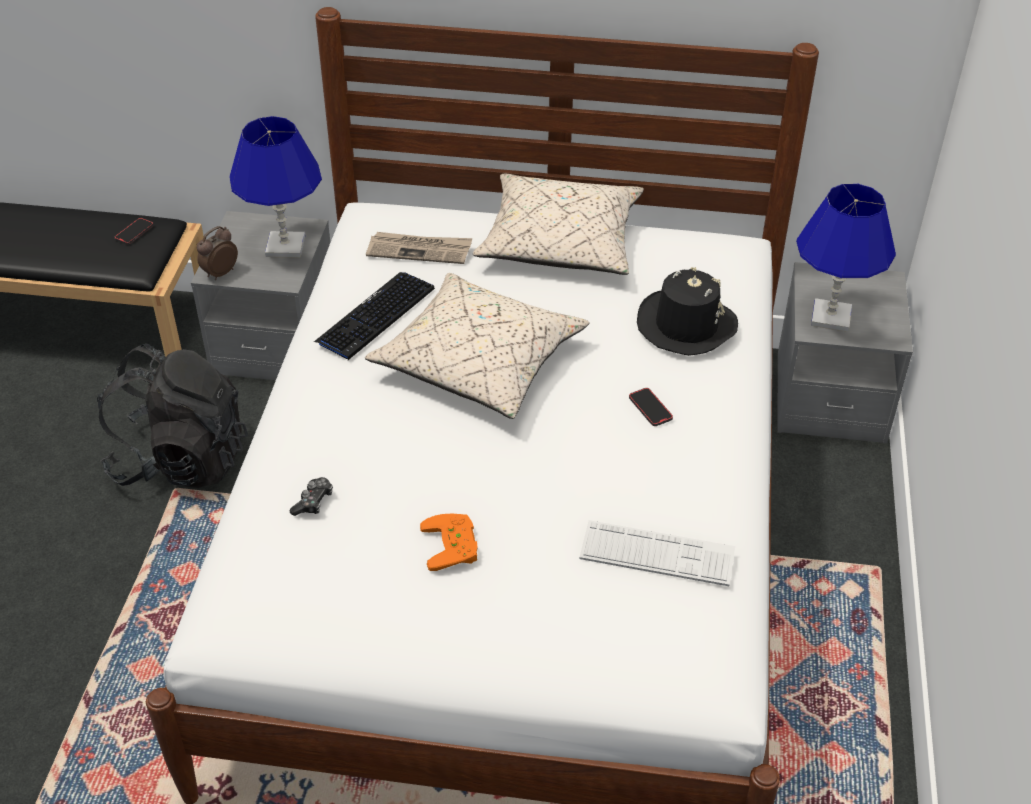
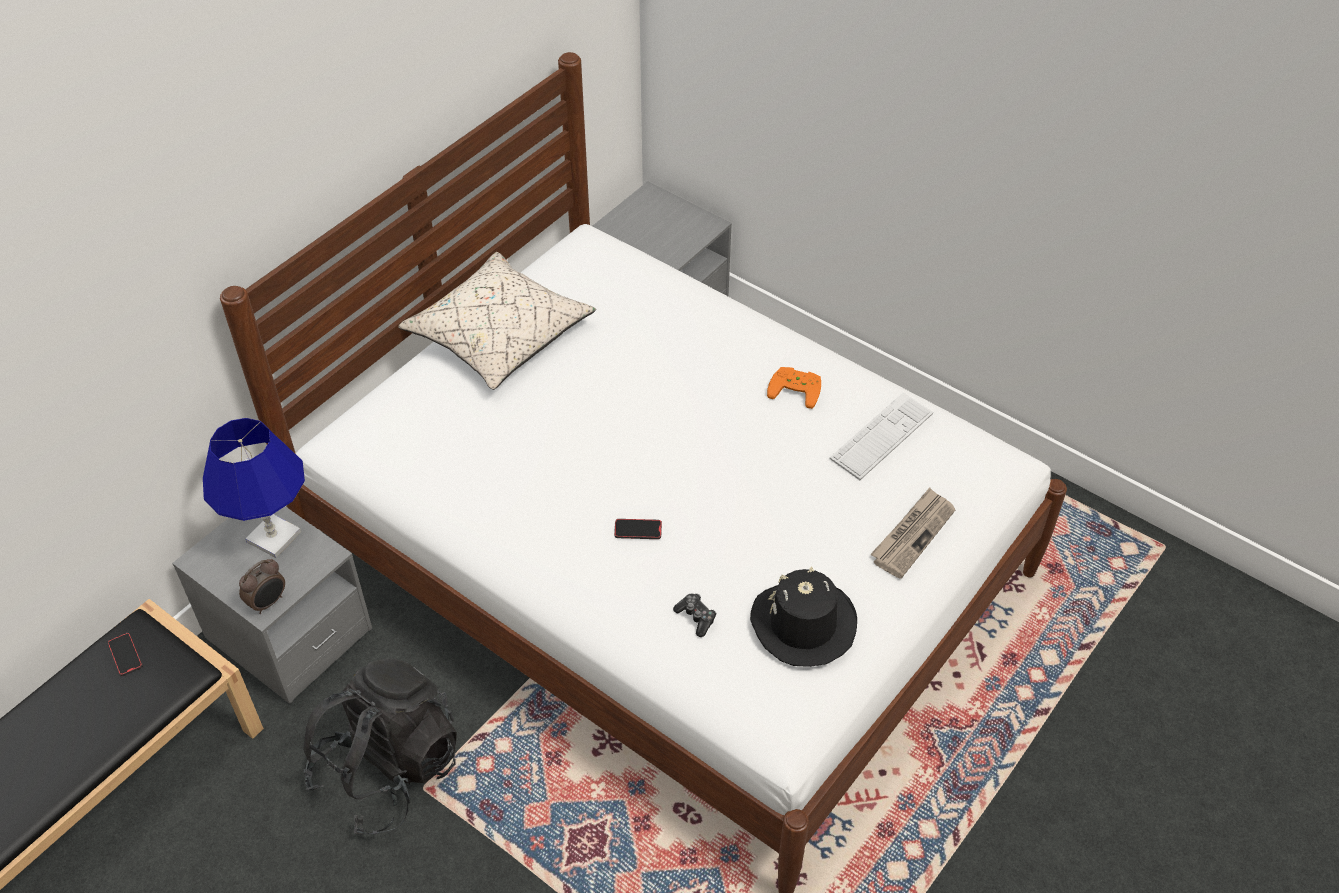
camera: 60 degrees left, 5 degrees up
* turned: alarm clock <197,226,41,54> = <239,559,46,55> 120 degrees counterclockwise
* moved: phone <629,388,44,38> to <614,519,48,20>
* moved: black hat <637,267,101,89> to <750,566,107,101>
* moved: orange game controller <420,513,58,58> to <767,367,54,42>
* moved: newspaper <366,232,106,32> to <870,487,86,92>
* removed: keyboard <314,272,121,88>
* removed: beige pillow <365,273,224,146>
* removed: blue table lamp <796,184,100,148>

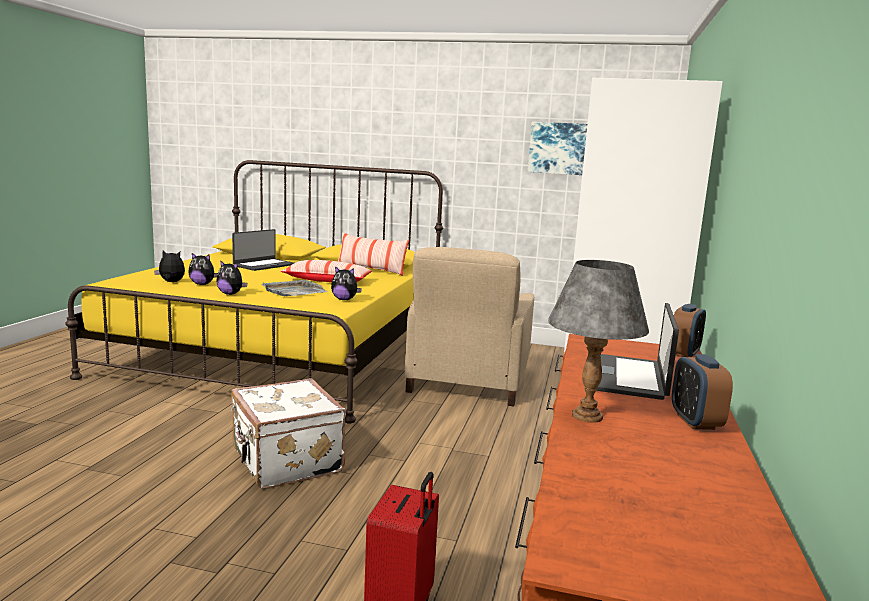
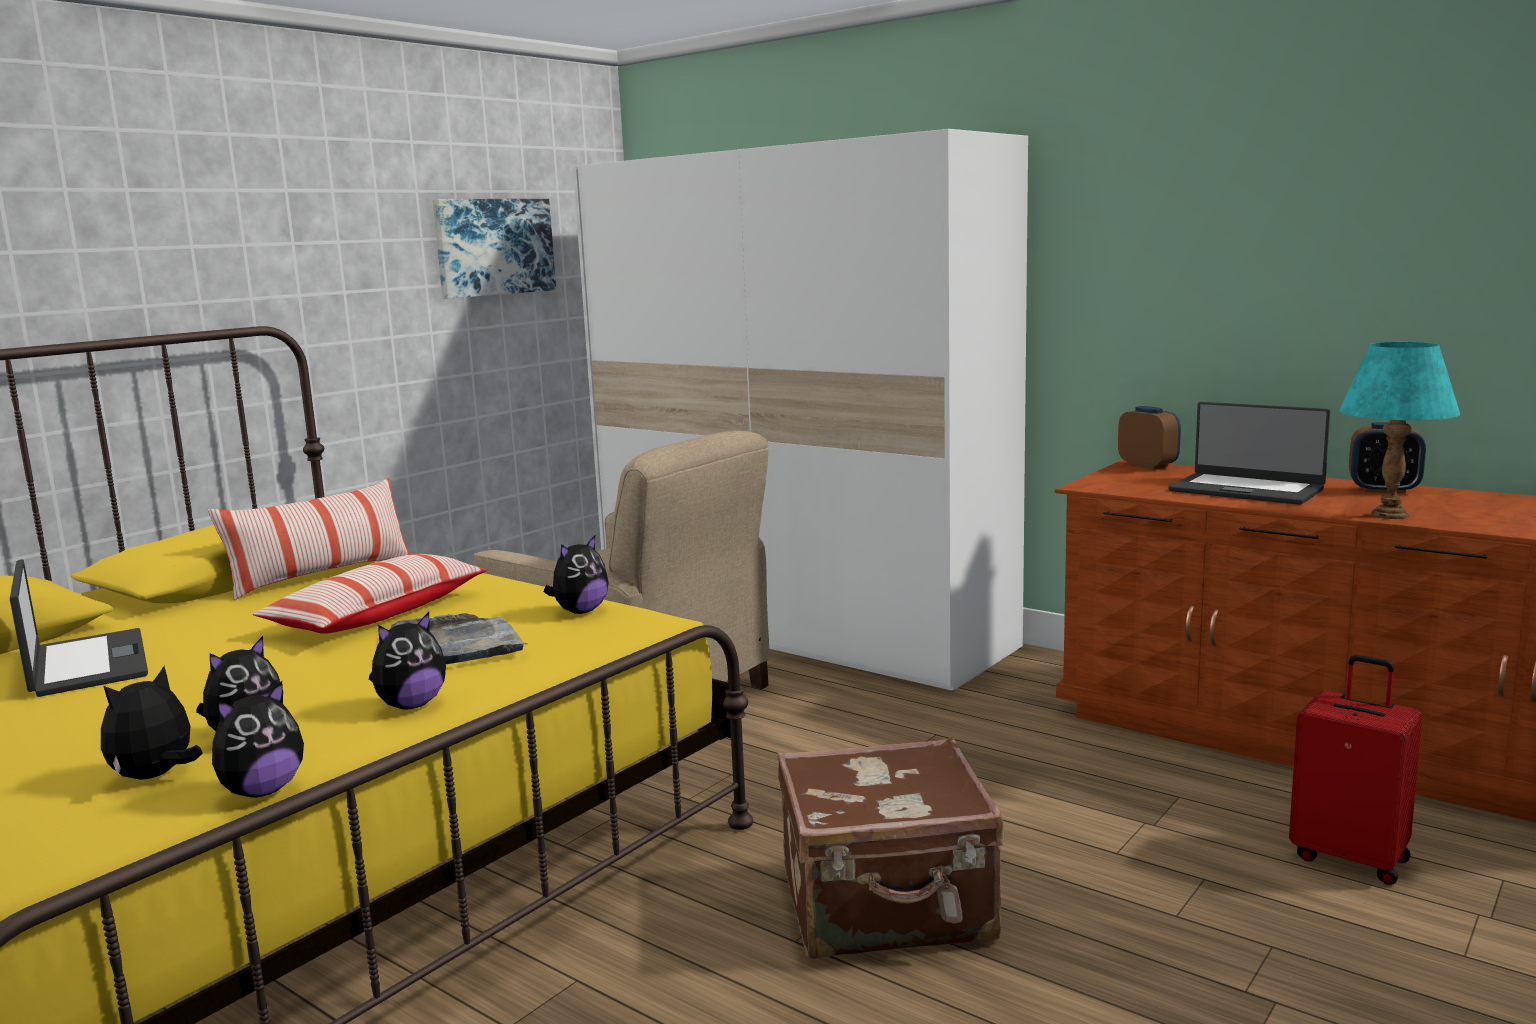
camera: 65 degrees left, 0 degrees up
* added: plush toy <212,681,92,116>
* recoloured: white suitcase <230,378,116,111> to brown suitcase <777,737,227,222>
* recoloured: grey table lamp <548,260,101,163> to turquoise table lamp <1339,342,121,177>

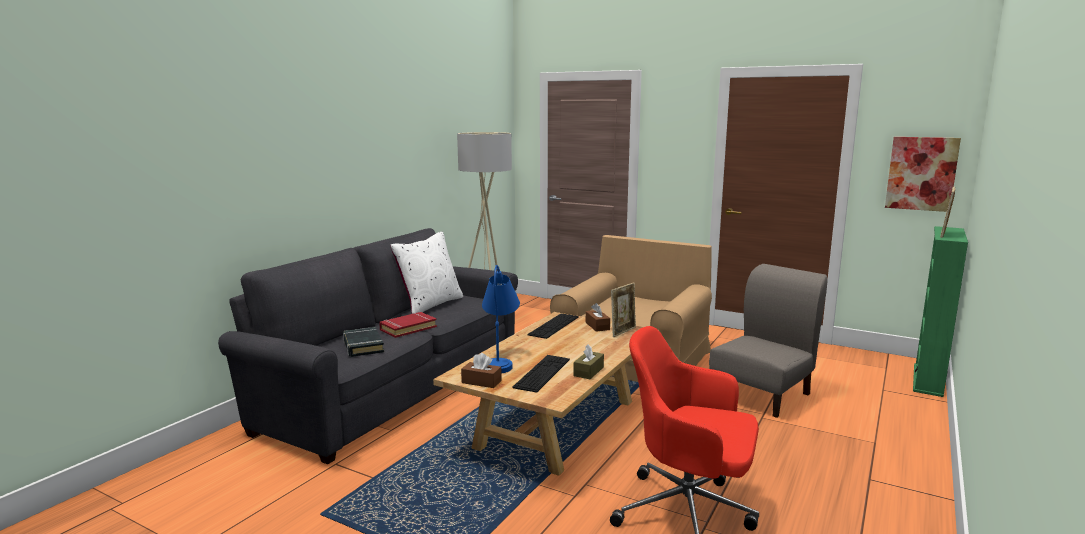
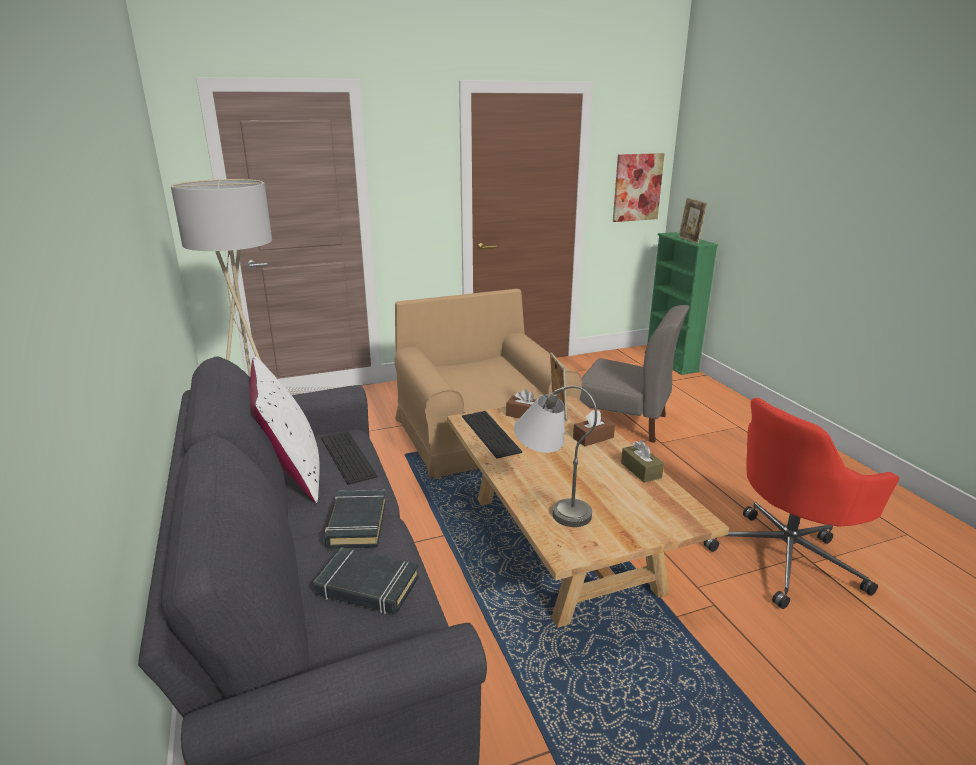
camera: 50 degrees left, 10 degrees up
* moved: keyboard <513,355,57,38> to <321,431,57,54>
* recoloured: red book <379,312,58,26> to black book <324,490,62,59>
* recoloured: blue table lamp <482,265,38,109> to grey table lamp <514,385,83,142>
* moved: brown tissue box <461,353,41,35> to <573,410,42,36>
* turned: grey chair <709,264,118,154> = <580,305,109,138> 120 degrees clockwise

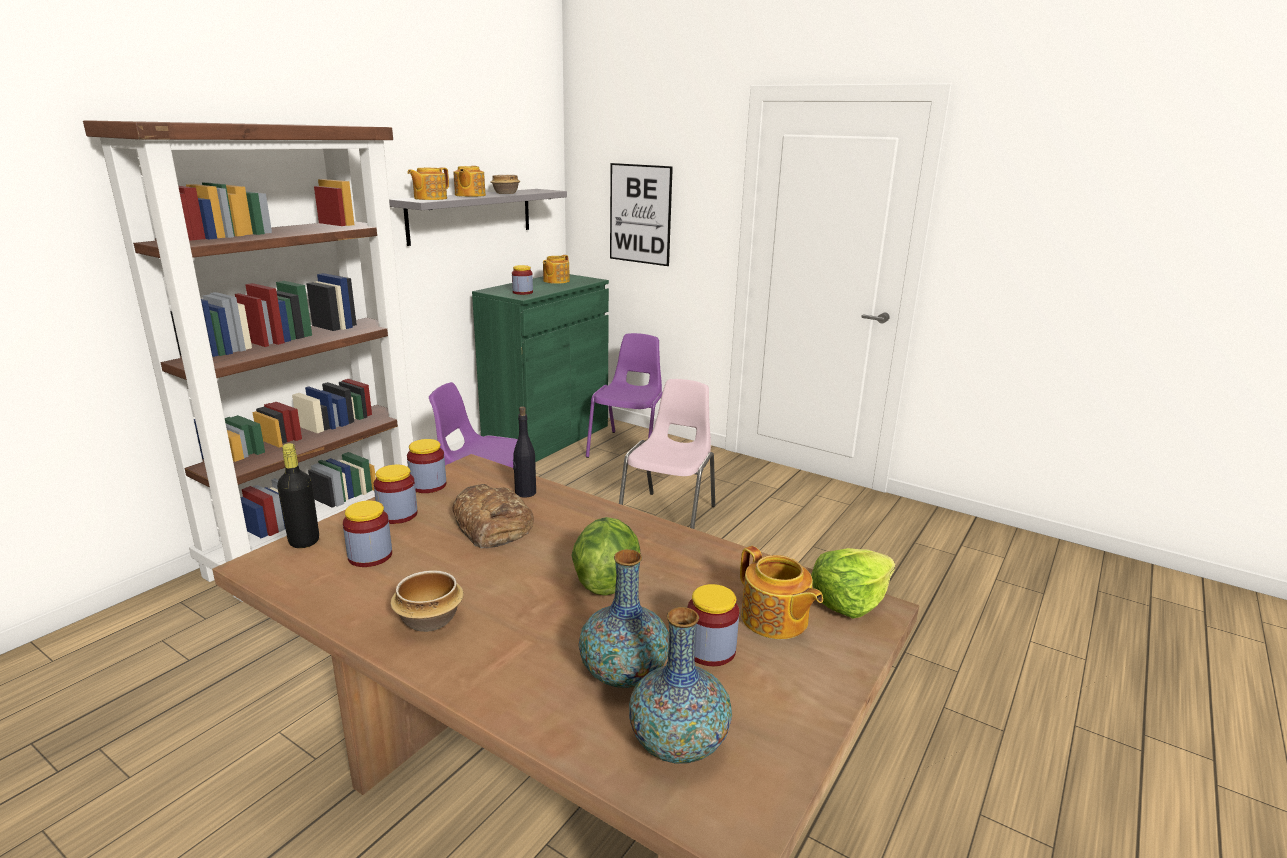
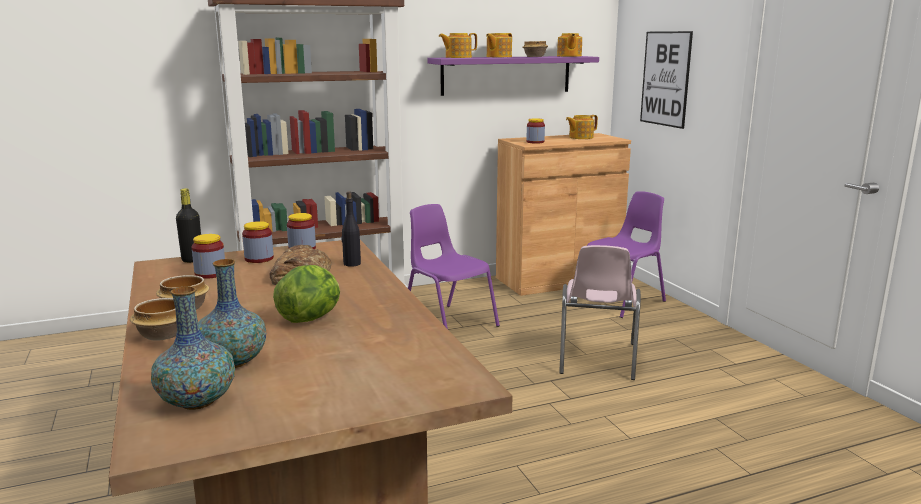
camera: 35 degrees right, 5 degrees down
* added: bowl <130,298,47,43>
* recoloured: grey shelf <389,189,178,57> to purple shelf <427,56,172,40>
* recoloured: green cabinet <472,274,137,188> to brown cabinet <496,133,135,163>
* moved: teapot <740,546,83,93> to <557,33,25,24>
* turned: pink chair <619,379,96,150> = <559,245,82,135> 135 degrees clockwise
* removed: jar <688,584,51,82>
* removed: lettuce <811,548,84,71>

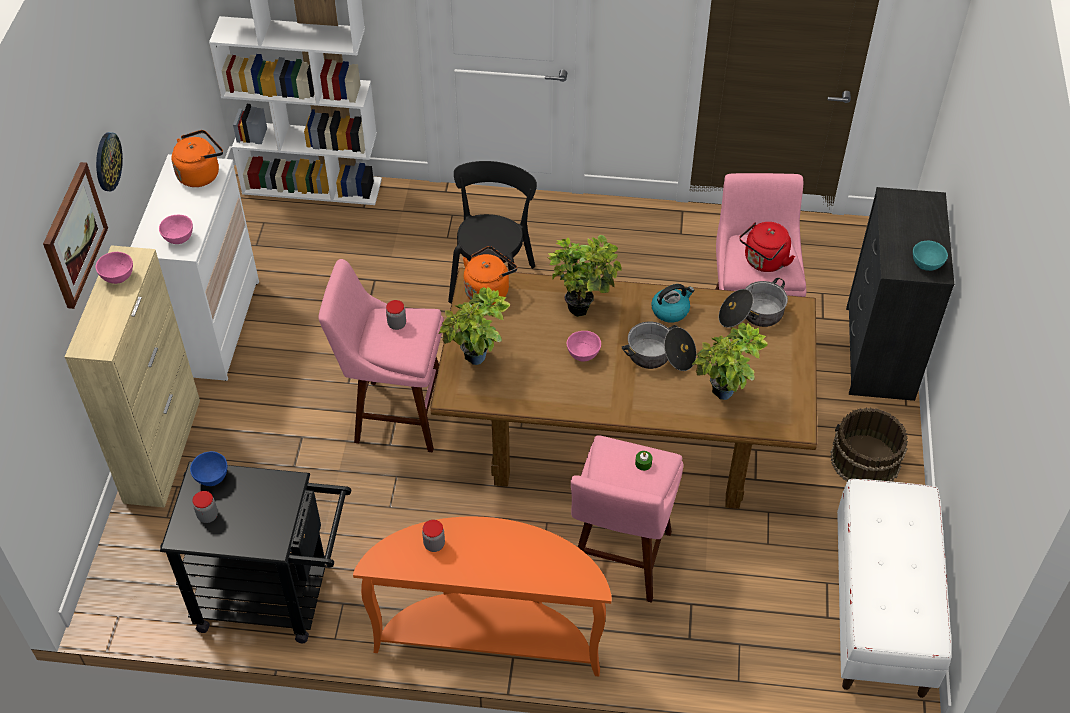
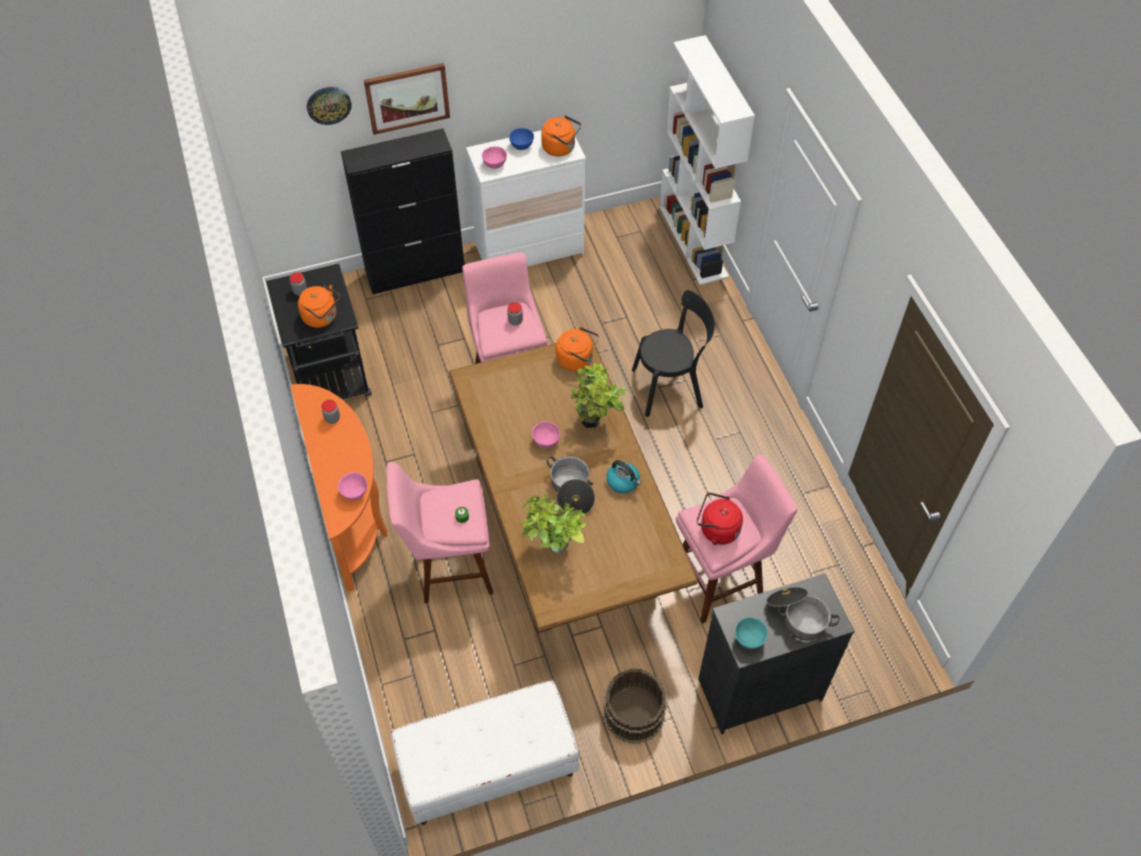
camera: 65 degrees right, 5 degrees up
* added: orange kettle <298,285,43,43>
* moved: wall clock <96,132,27,59> to <307,87,45,38>
* moved: pink bowl <96,252,37,32> to <338,472,29,28>
* recoloured: beige cabinet <65,245,135,263> to black cabinet <341,128,123,166>
* moved: blue bowl <190,451,37,35> to <509,128,25,22>
* moved: cooking pot <719,278,69,50> to <766,587,73,54>
* removed: potted plant <438,287,72,78>

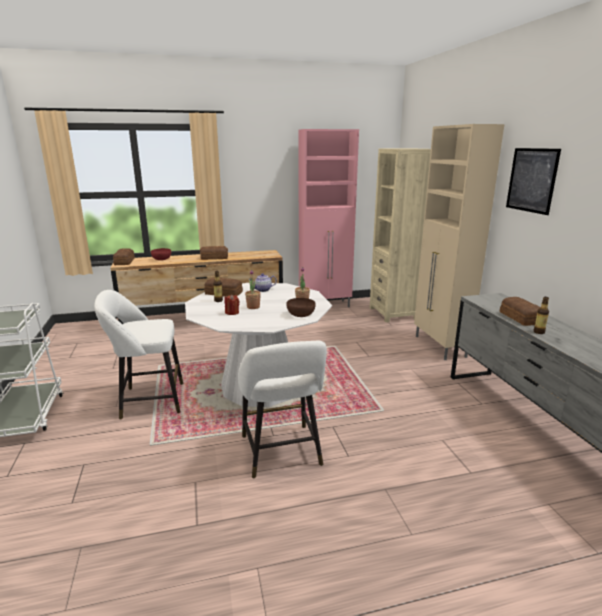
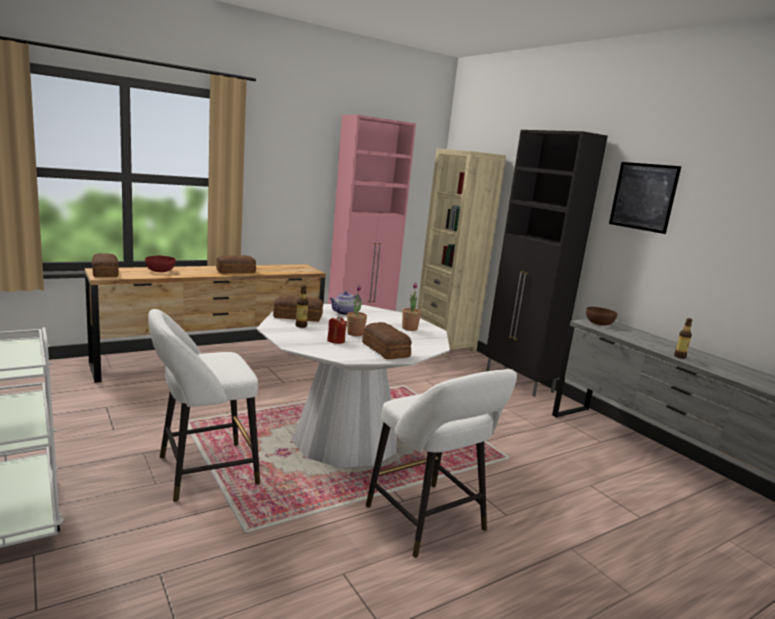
camera: 20 degrees left, 5 degrees down
* moved: bread <500,297,41,29> to <362,322,50,38>
* recoloured: beige cabinet <414,124,90,236> to black cabinet <485,130,123,267>
* moved: brown bowl <286,298,30,19> to <586,307,31,19>

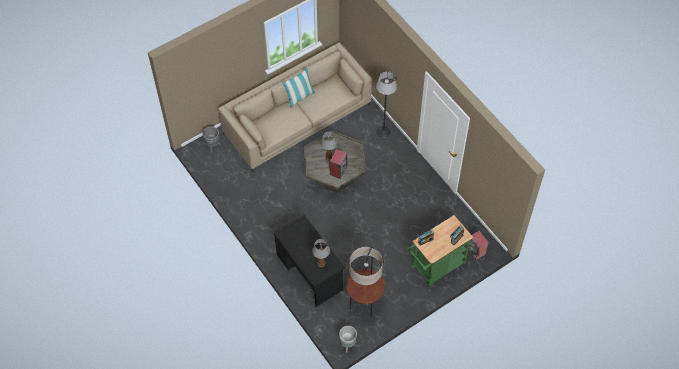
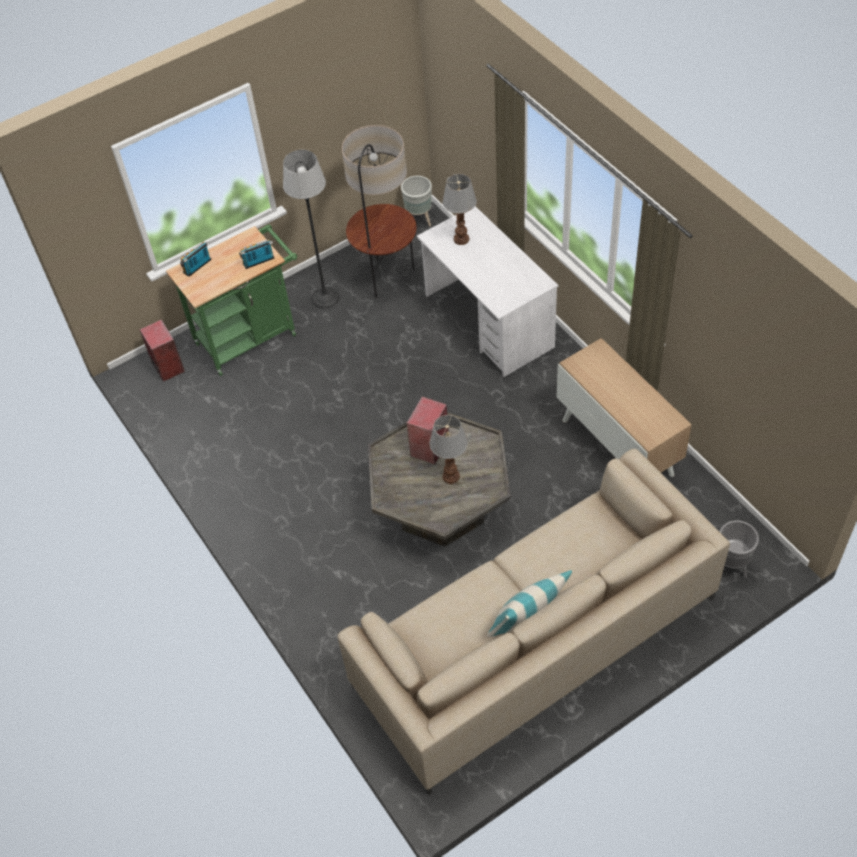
camera: 175 degrees left, 5 degrees down
* moved: floor lamp <376,71,21,67> to <283,150,56,159>
* recoloured: black desk <274,215,71,92> to white desk <417,206,141,171>
* added: cabinet <556,338,136,139>

